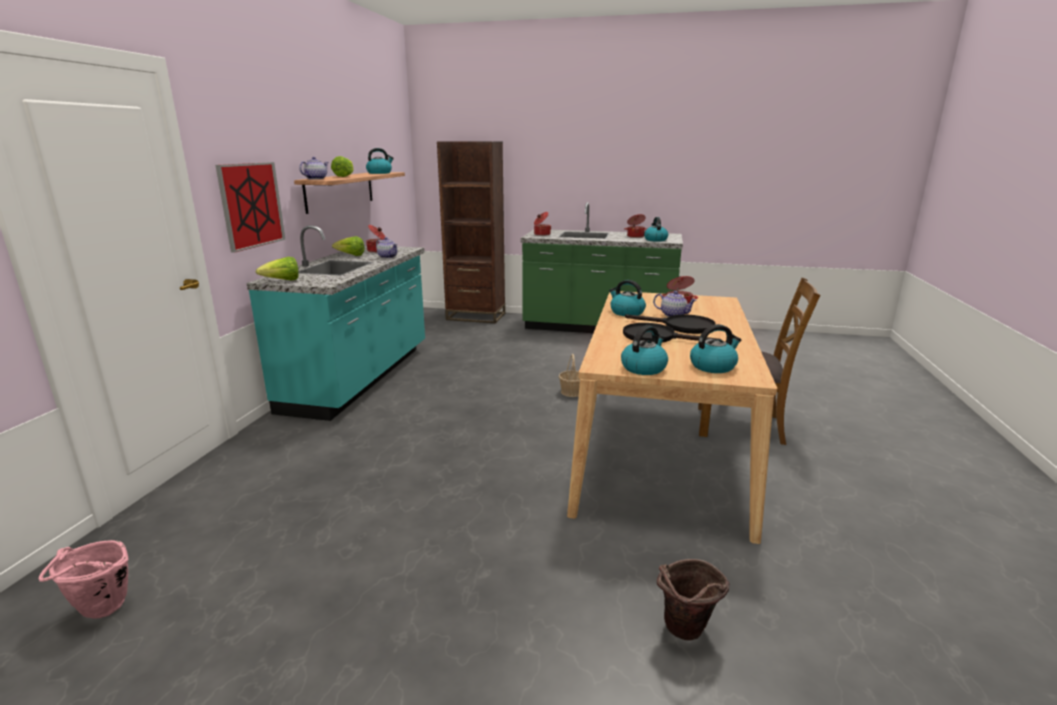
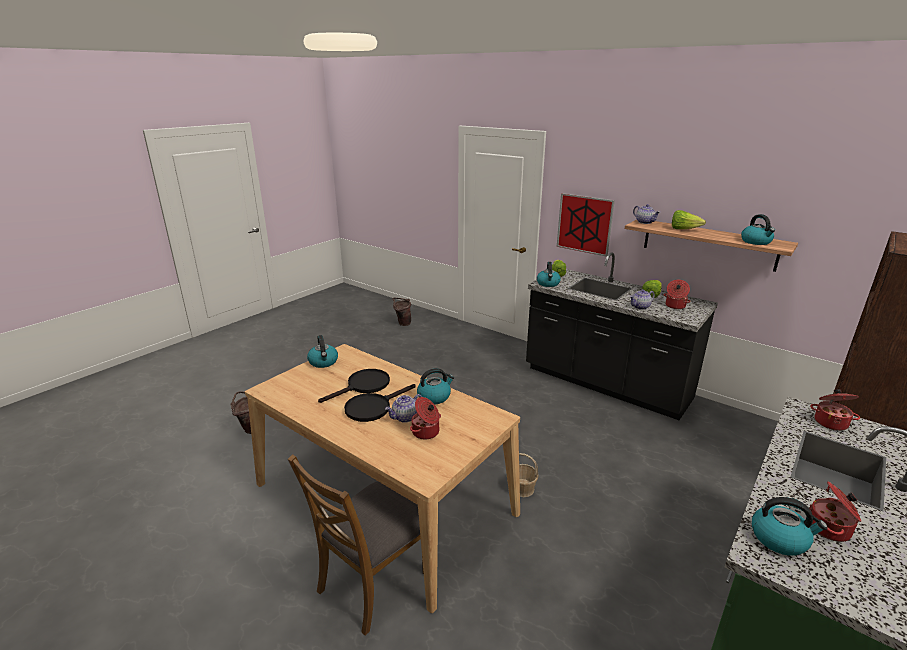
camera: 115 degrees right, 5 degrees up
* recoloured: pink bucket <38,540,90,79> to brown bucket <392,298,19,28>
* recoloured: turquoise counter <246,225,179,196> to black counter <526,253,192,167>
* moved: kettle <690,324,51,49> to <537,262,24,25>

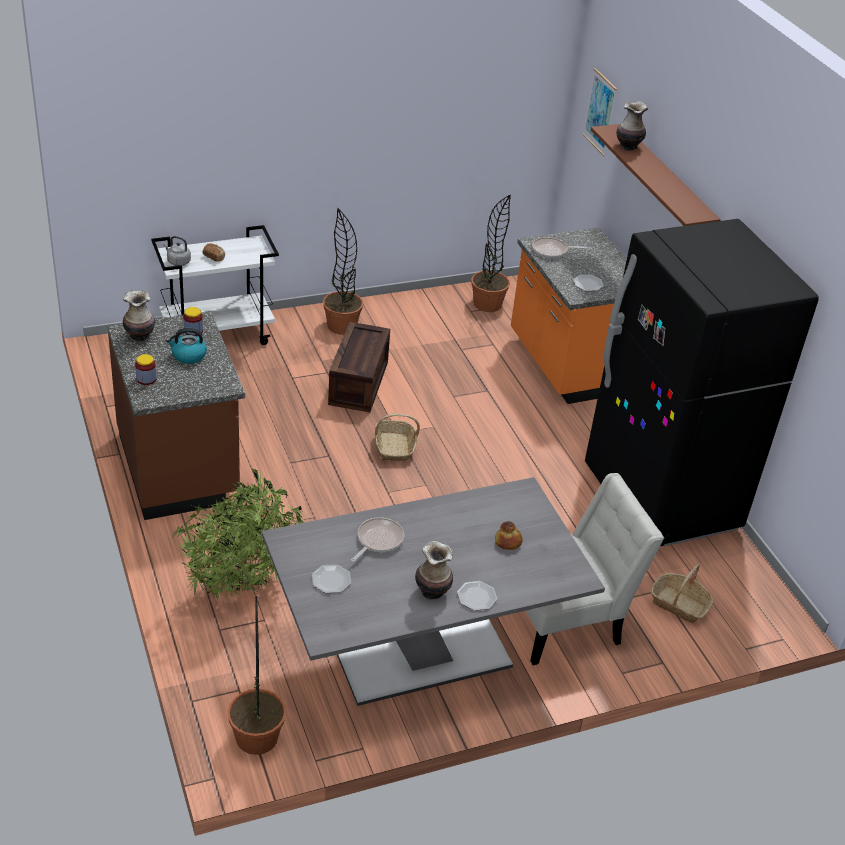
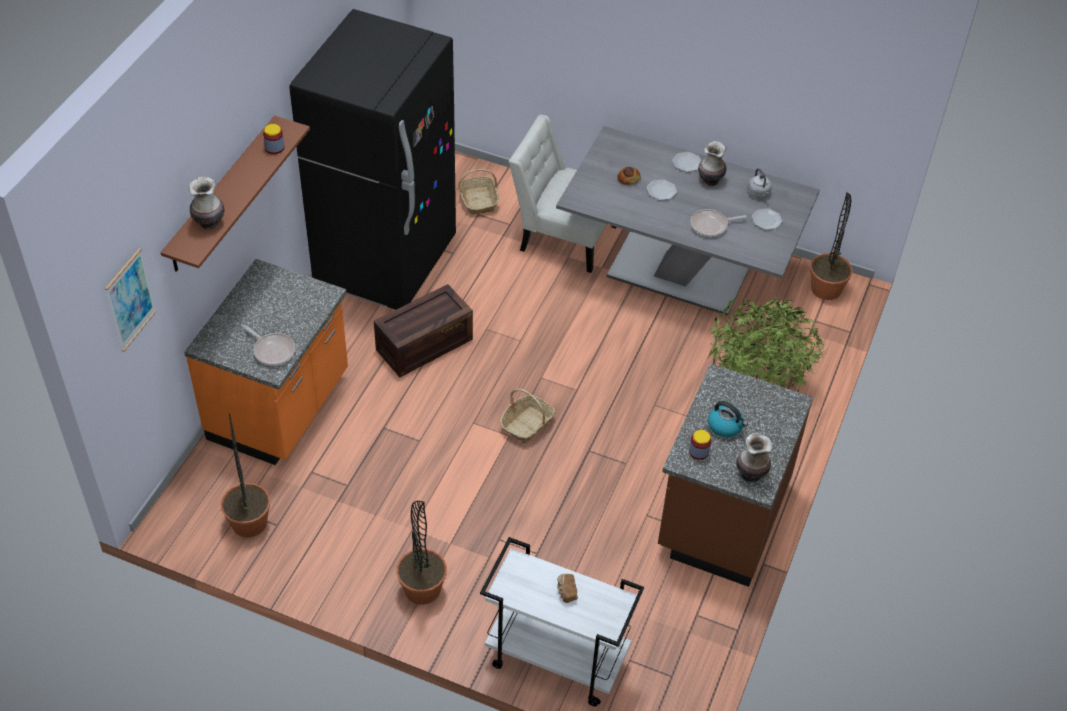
camera: 135 degrees left, 10 degrees up
* moved: jar <135,354,22,31> to <263,124,22,30>
* moved: crate <328,322,62,90> to <374,284,99,93>
* moved: plate <573,275,31,16> to <647,180,30,20>
* moved: grey kettle <163,236,28,30> to <747,168,25,30>

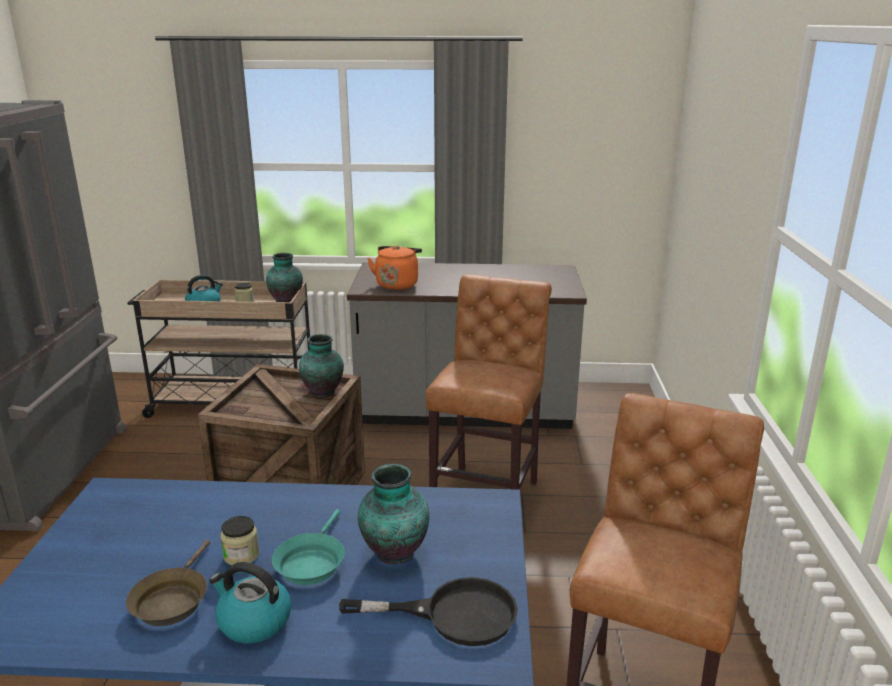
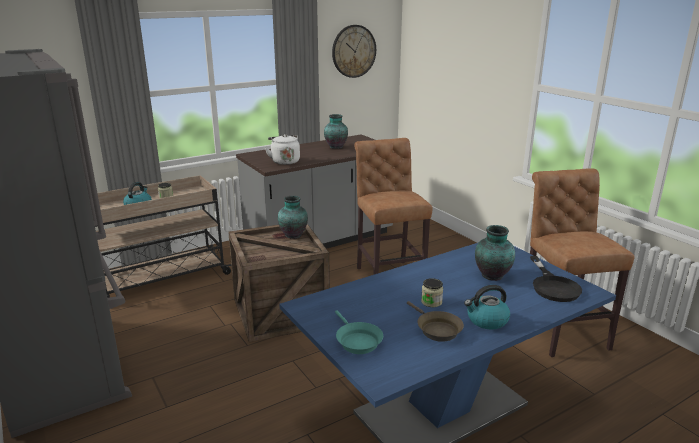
camera: 35 degrees left, 0 degrees up
* recoloured: orange kettle <367,245,55,45> to white kettle <265,134,35,31>
* moved: vase <266,253,37,49> to <324,114,24,35>
* added: wall clock <332,25,44,53>
* moved: turquoise frying pan <272,509,73,76> to <335,310,48,44>
* turned: black frying pan <339,577,179,69> = <530,256,52,46> 120 degrees clockwise

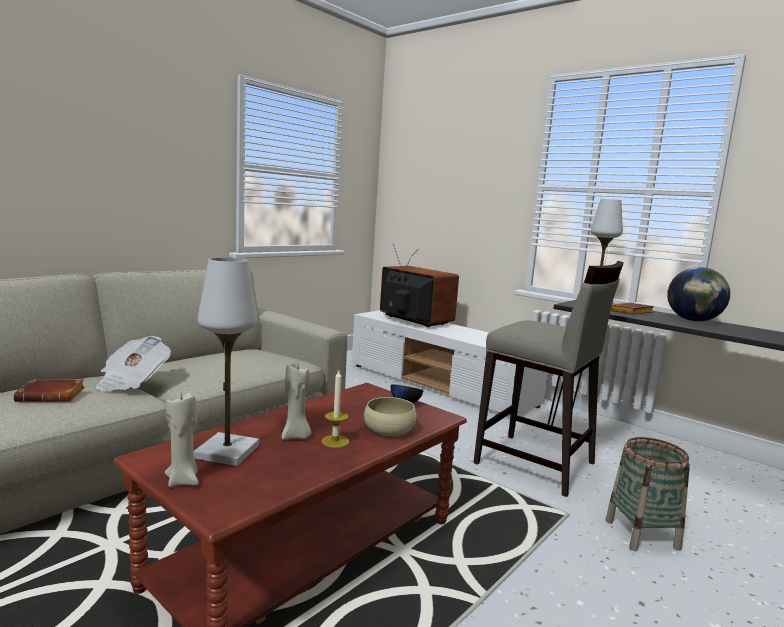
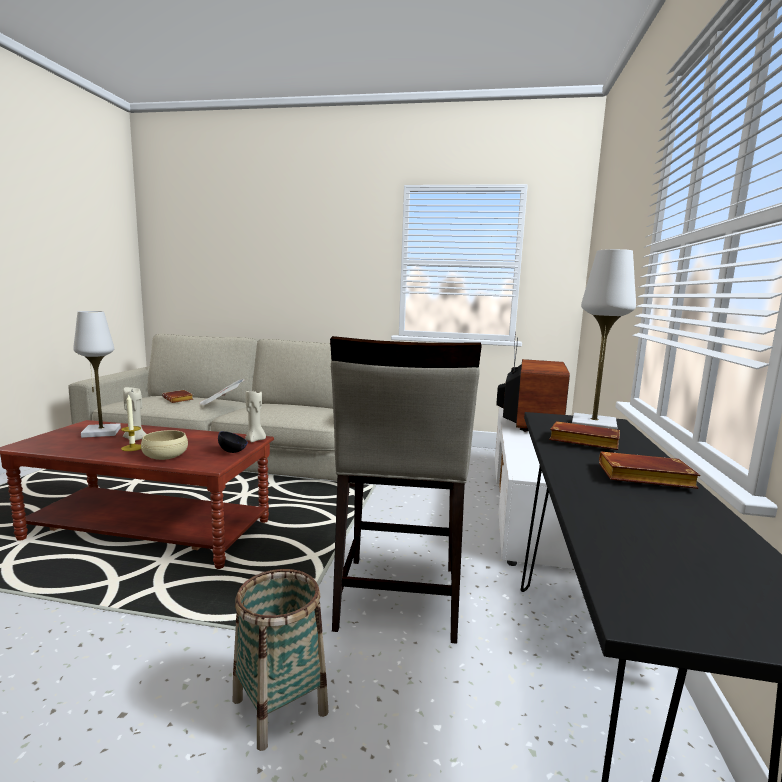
camera: 60 degrees right, 0 degrees up
* moved: beige candle <165,393,34,94> to <245,390,21,52>
* replaced: globe <667,267,63,55> to brown book <599,452,101,37>

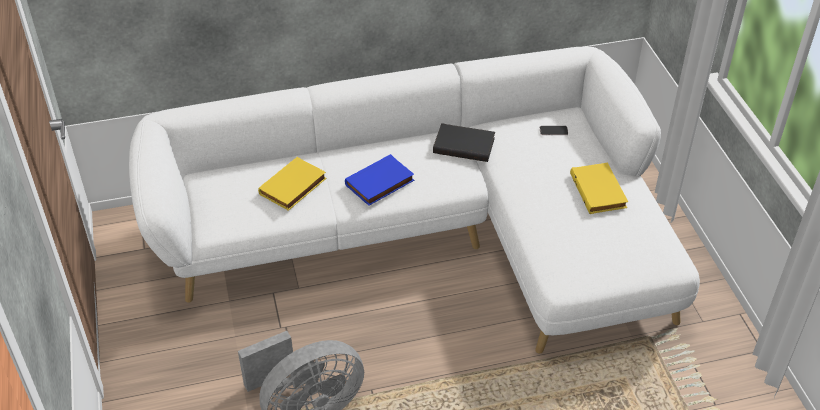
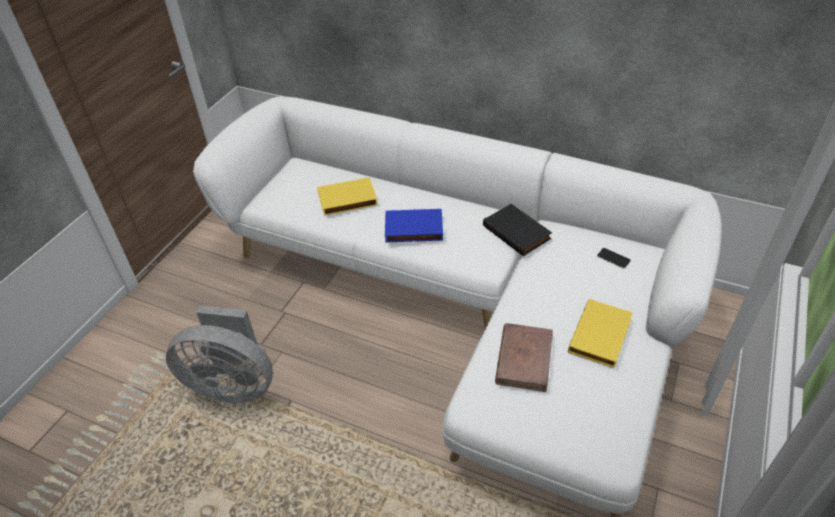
camera: 40 degrees right, 0 degrees up
* added: brown book <495,323,58,69>

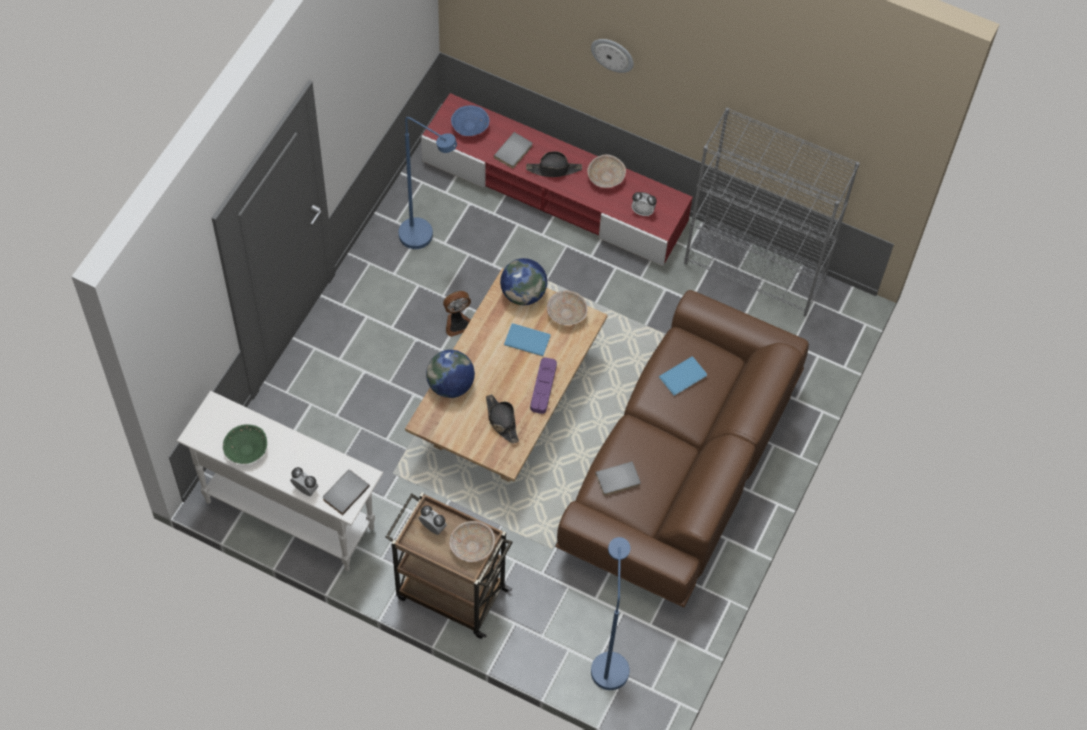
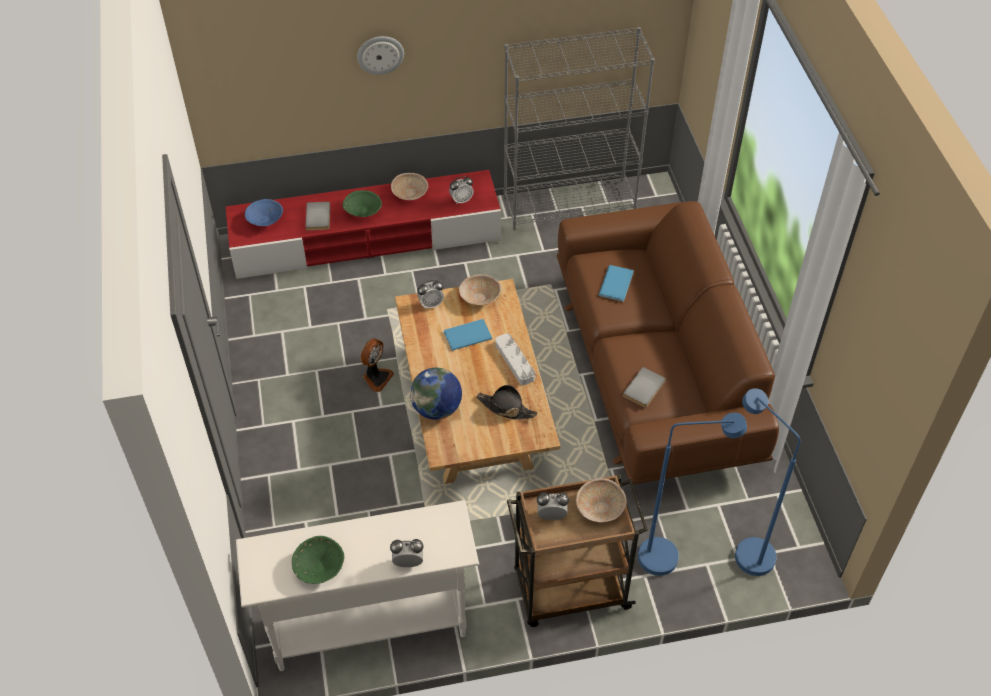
camera: 35 degrees left, 10 degrees down
* replaced: black hat <526,151,56,26> to green bowl <342,190,40,27>
* replaced: globe <500,258,47,47> to alarm clock <417,280,27,29>
* recoloured: purple tray <530,357,27,57> to grey tray <495,333,40,52>
* moved: blue floor lamp <398,117,59,132> to <638,413,109,163>
* removed: grey book <323,470,47,45>

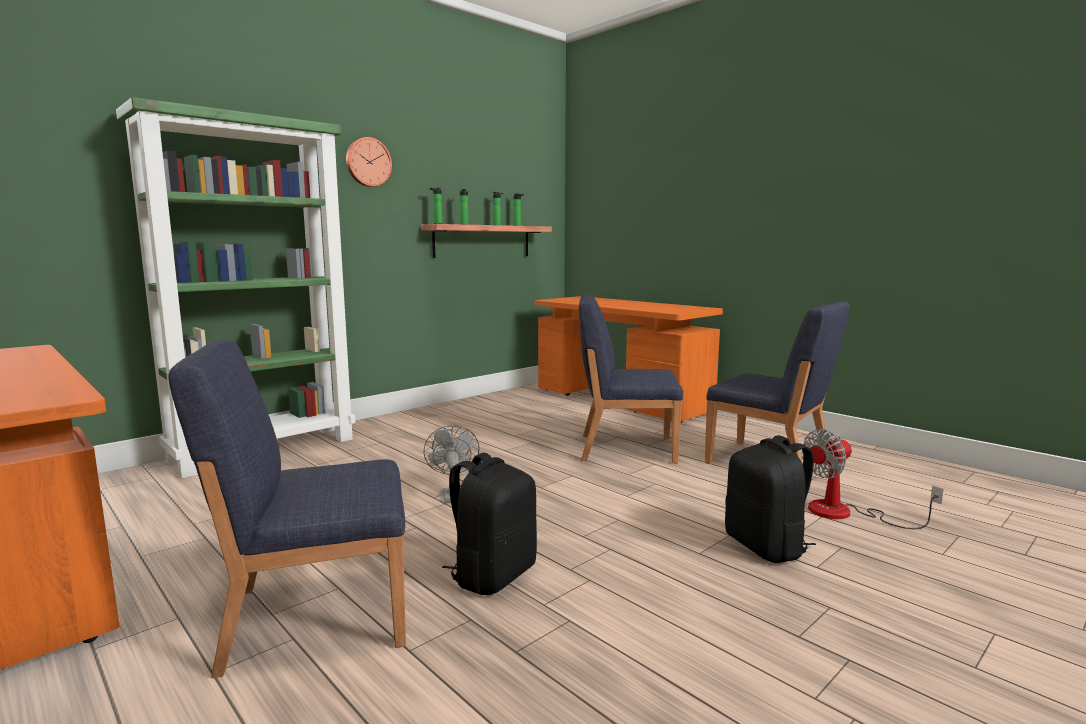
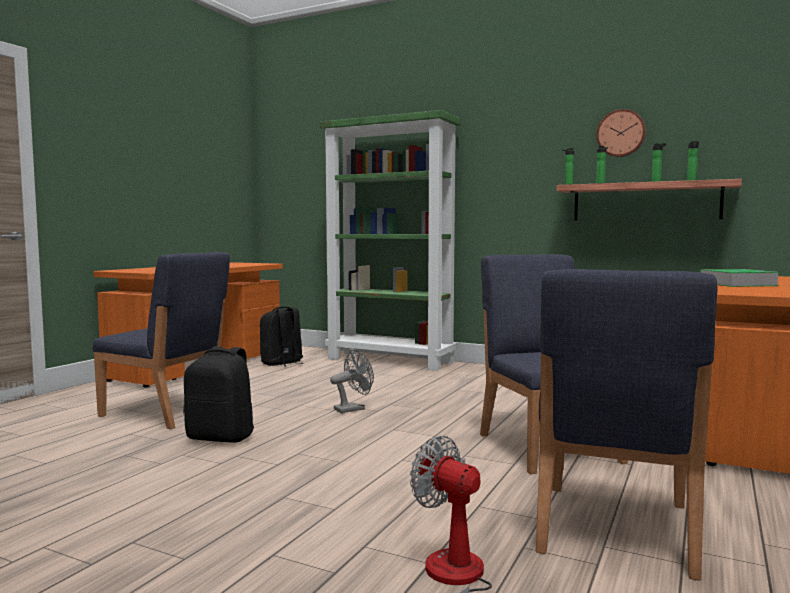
camera: 70 degrees right, 5 degrees down
* turned: blue chair <169,340,237,338> = <93,252,137,177> 150 degrees clockwise
* moved: black backpack <725,435,91,128> to <260,306,43,61>
* moved: wall clock <346,137,46,50> to <596,109,50,48>
* added: book <699,269,81,18>

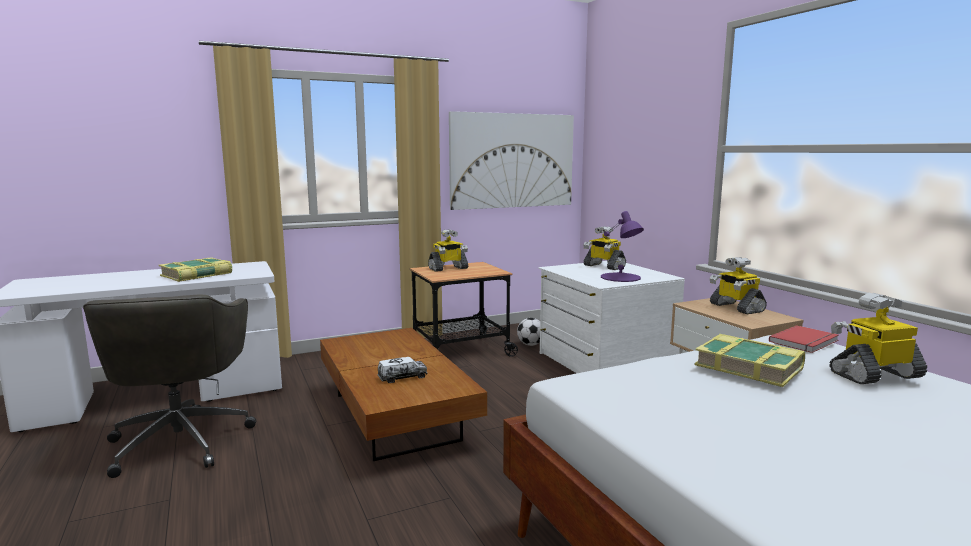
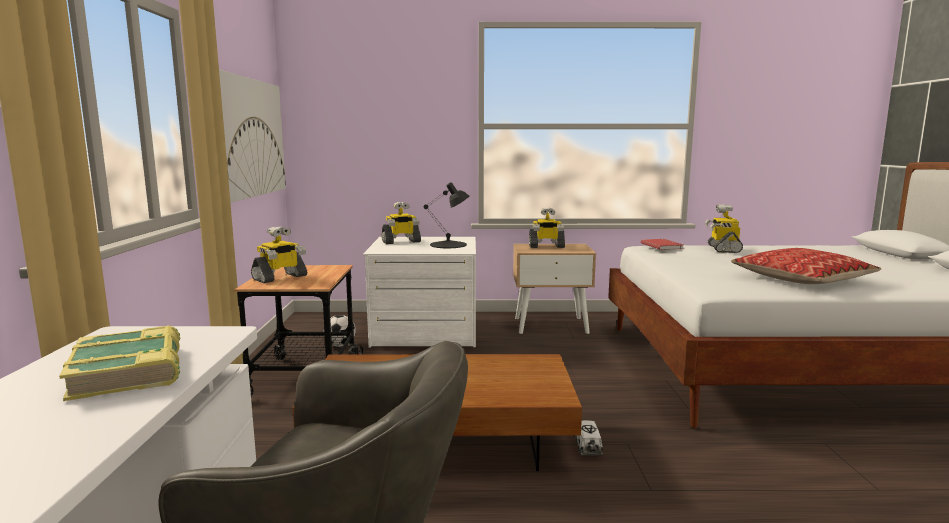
camera: 65 degrees left, 0 degrees up
* turned: toy robot <428,230,40,42> = <251,226,56,57> 45 degrees clockwise
* recoloured: purple table lamp <601,211,43,71> to black table lamp <424,182,45,66>
* moved: toy truck <377,357,50,26> to <573,420,30,35>
* added: pillow <731,248,150,36>
* removed: book <694,334,111,53>

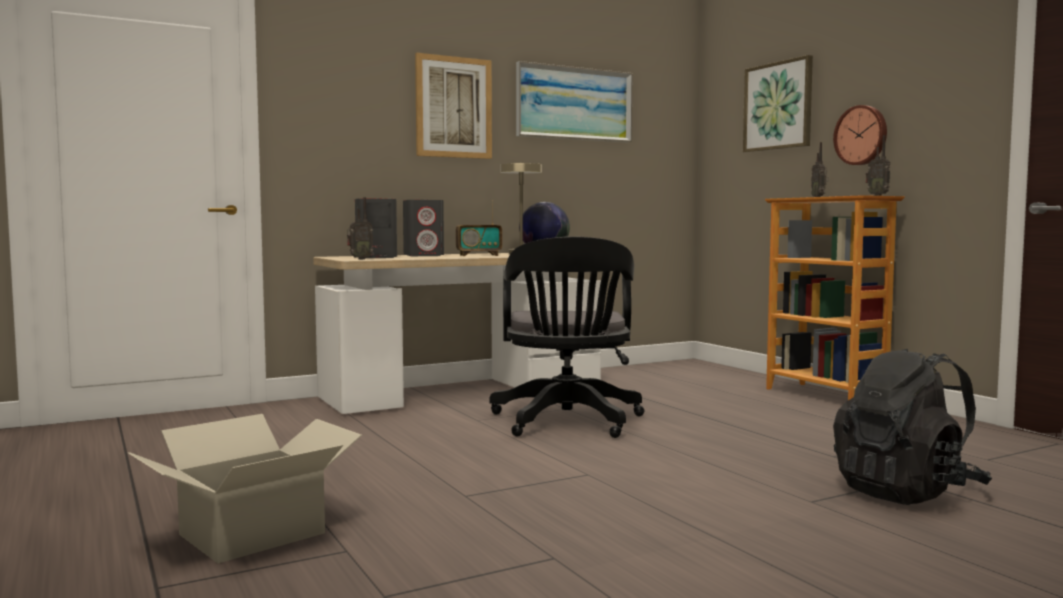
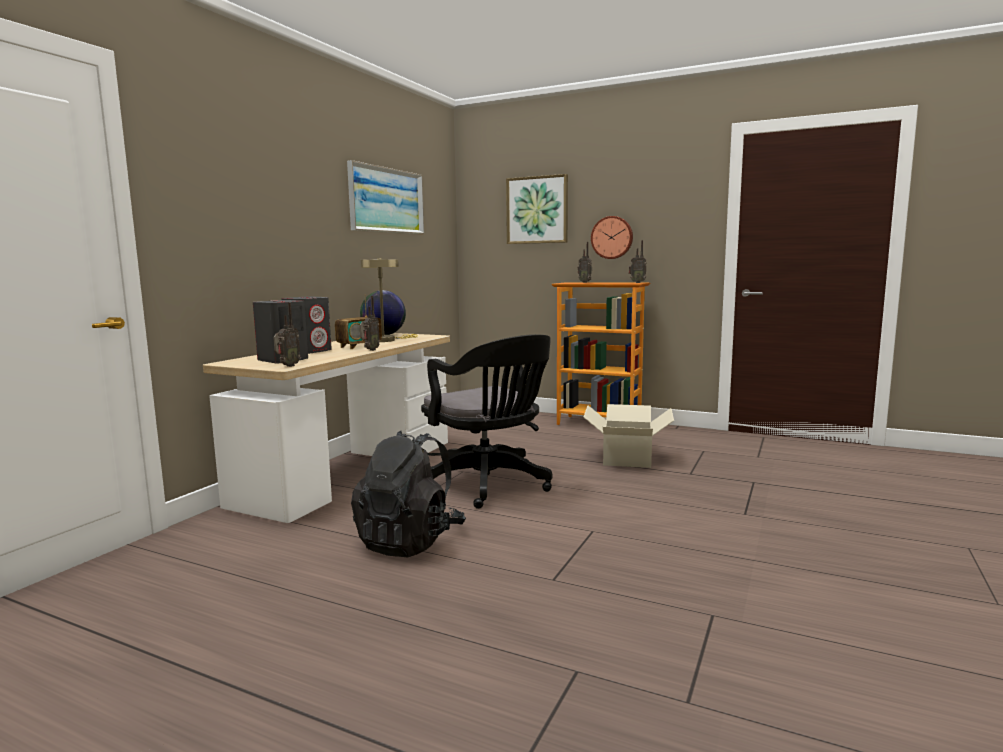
camera: 35 degrees left, 5 degrees up
* moved: black backpack <833,349,159,156> to <351,431,115,126>
* added: radio <360,296,20,55>
* moved: cardboard box <128,414,234,149> to <584,404,90,64>
* removed: picture <415,53,77,106>

